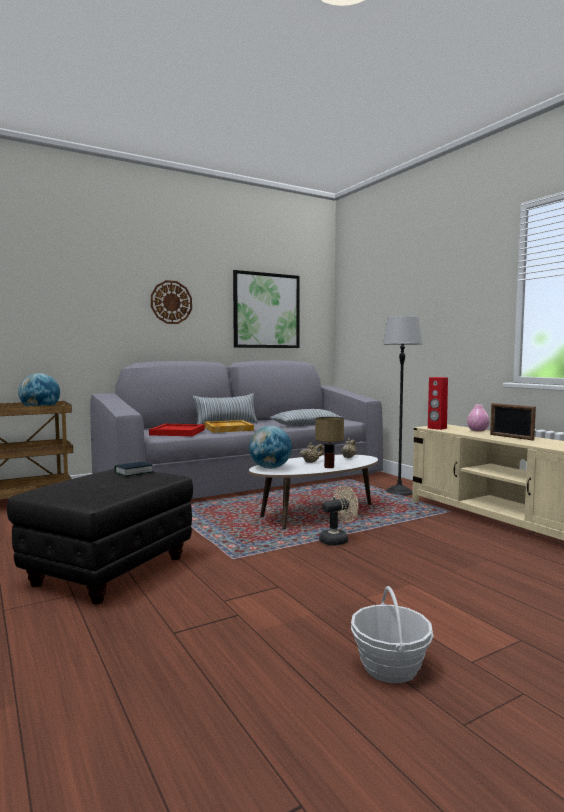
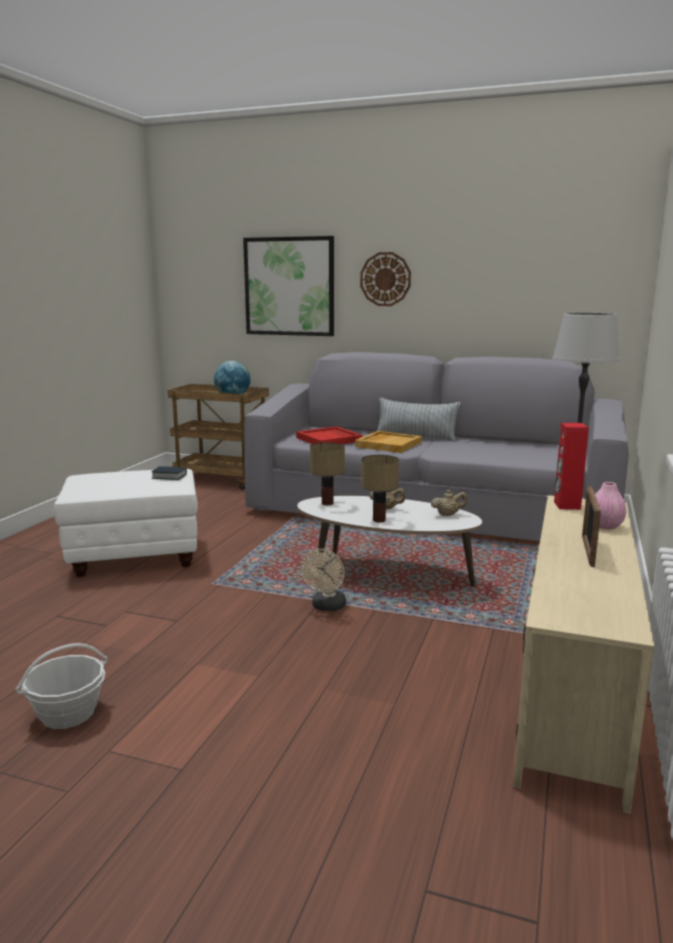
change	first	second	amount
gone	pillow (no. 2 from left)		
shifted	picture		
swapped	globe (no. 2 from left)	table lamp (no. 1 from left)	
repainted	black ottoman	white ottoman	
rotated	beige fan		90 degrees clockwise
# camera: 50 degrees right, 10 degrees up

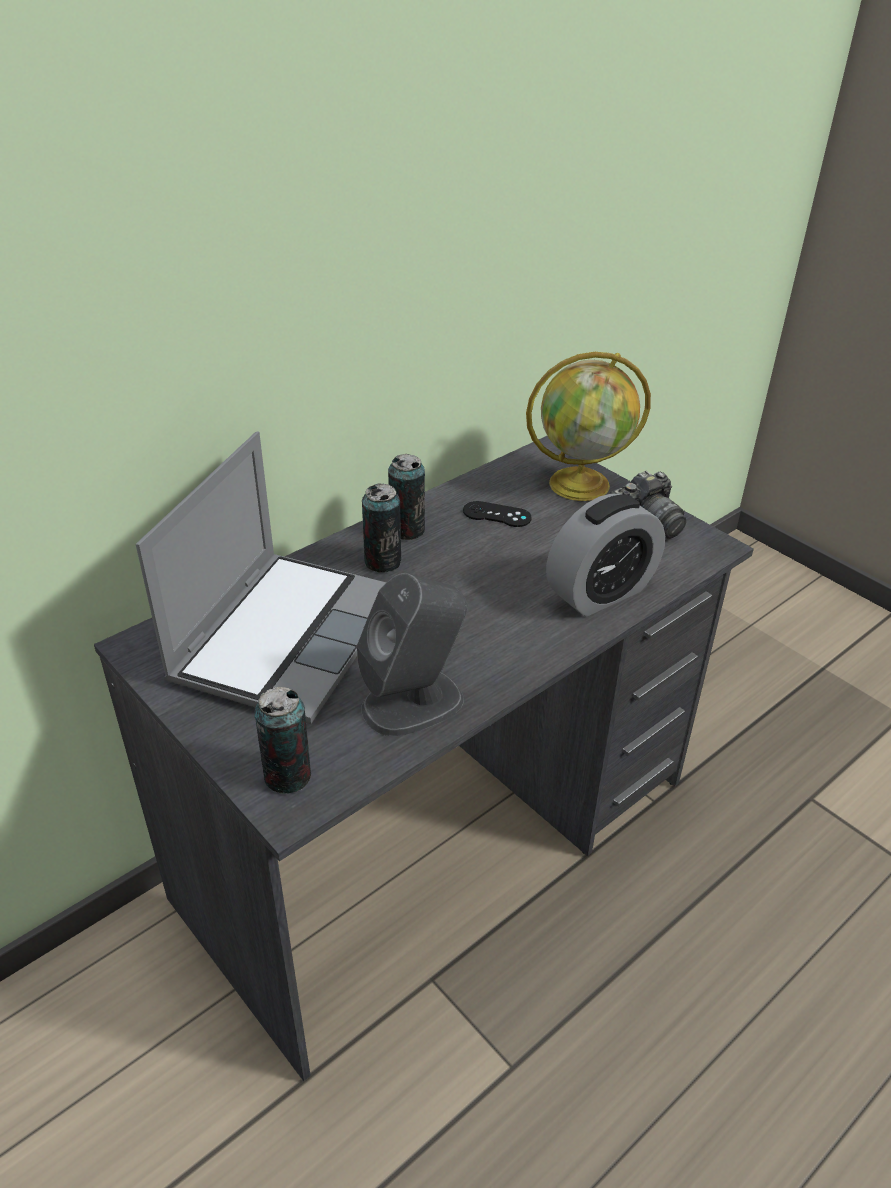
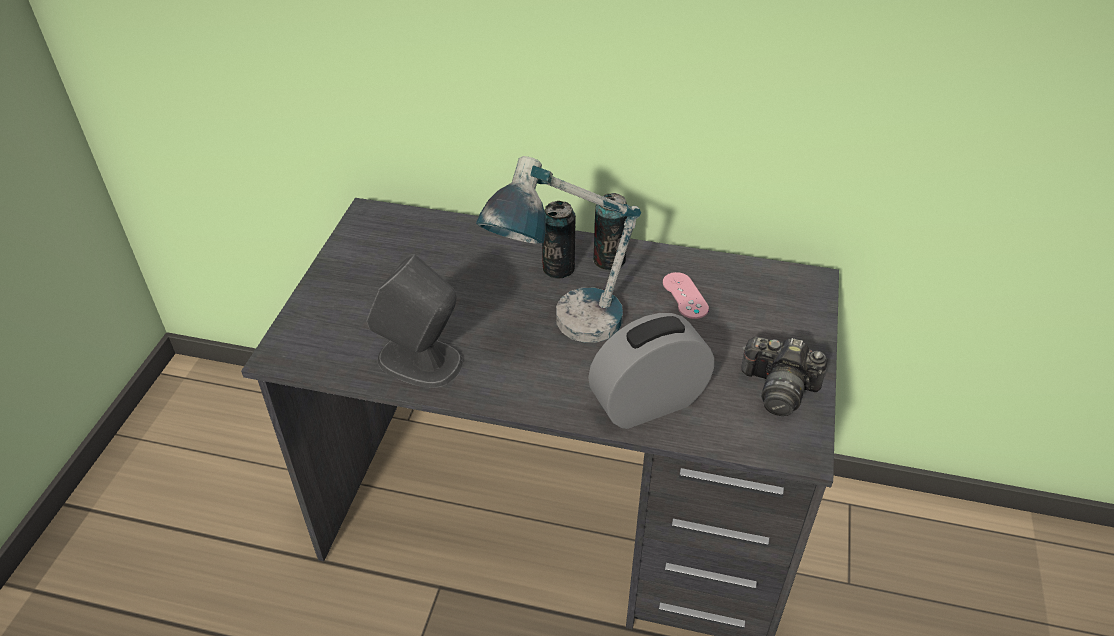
change	first	second	amount
gone	laptop		
gone	can (no. 1 from left)		
gone	globe		
new		table lamp	
repainted	black game controller	pink game controller	
rotated	alarm clock		135 degrees clockwise
# camera: 55 degrees right, 5 degrees up

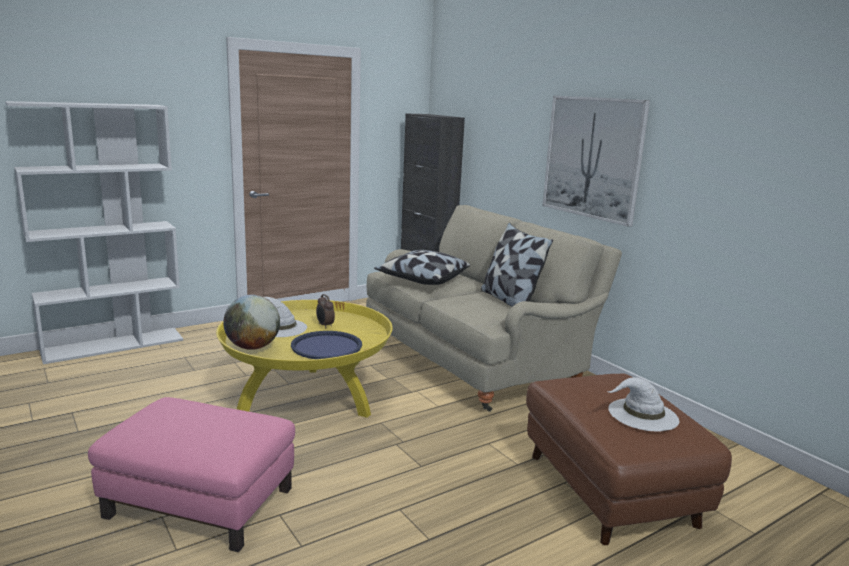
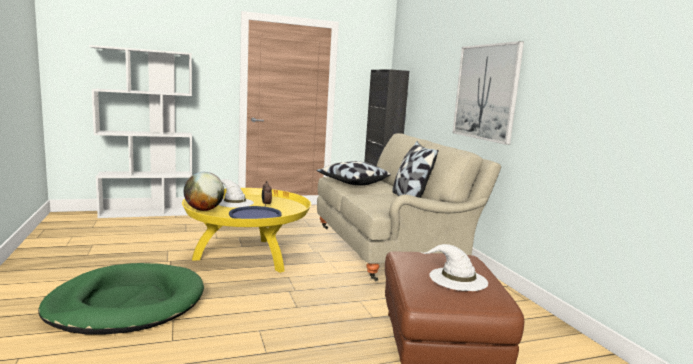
change	first	second	amount
swapped	pink ottoman	green dog bed	
# camera: 15 degrees right, 5 degrees down

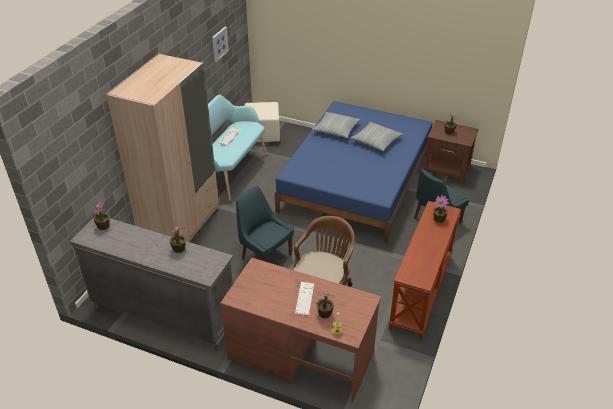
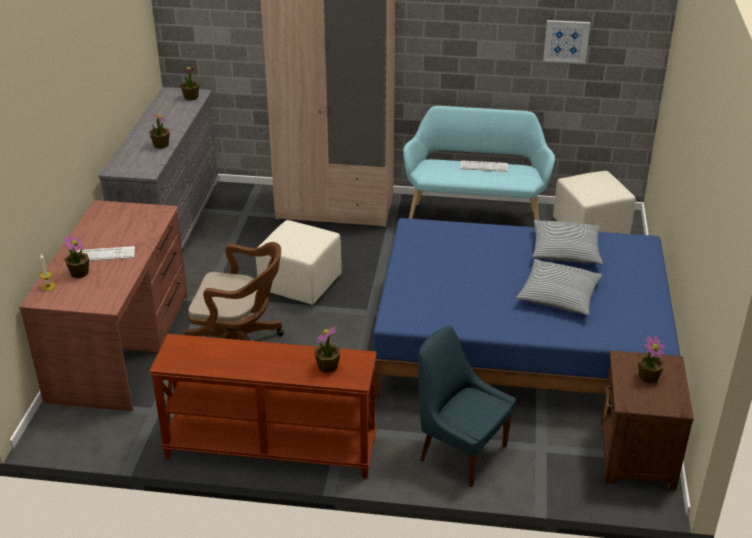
change	first	second	amount
swapped	blue chair (no. 1 from left)	beige ottoman (no. 1 from left)	
# camera: 75 degrees right, 5 degrees down

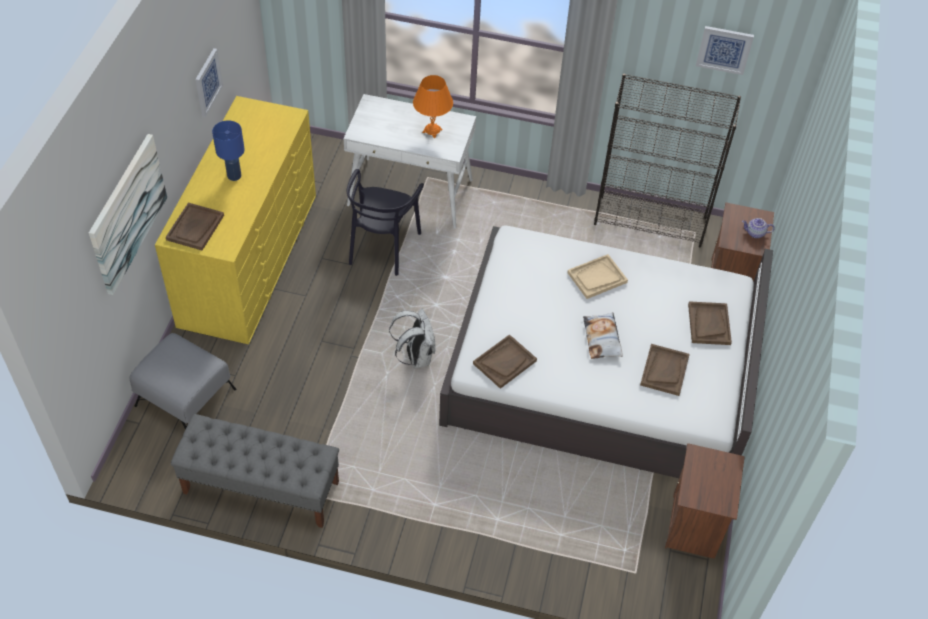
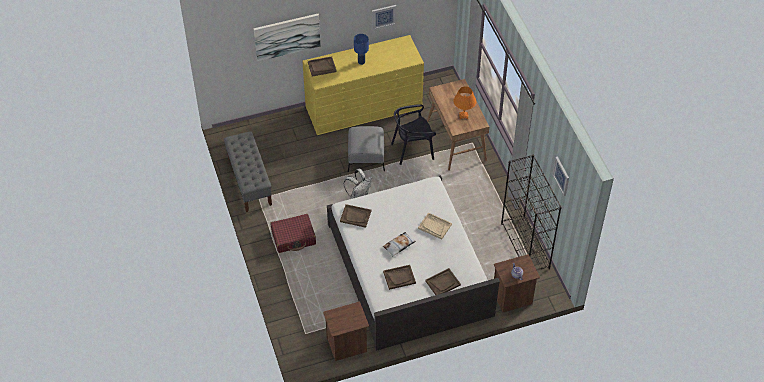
change	first	second	amount
new		red suitcase	
shifted	grey ottoman		
repainted	white desk	brown desk	
# camera: 60 degrees right, 0 degrees up

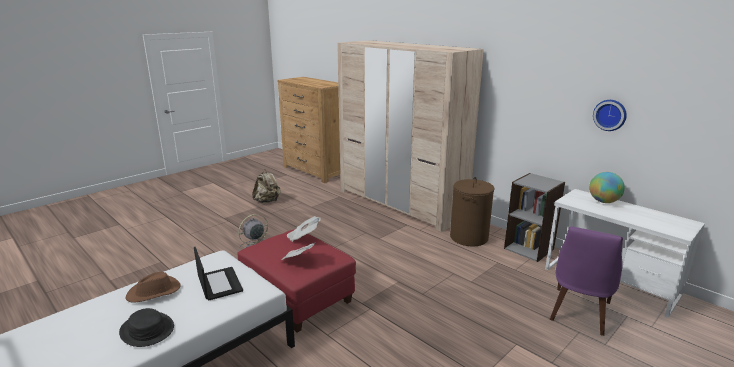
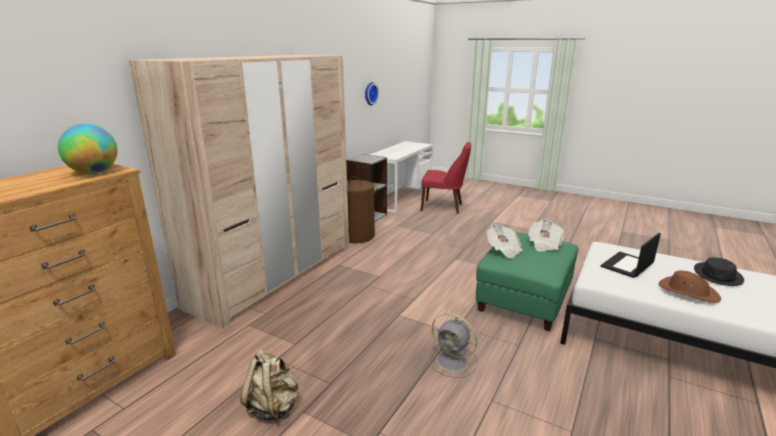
change	first	second	amount
shifted	globe		
repainted	red ottoman	green ottoman	
repainted	purple chair	red chair	
# camera: 105 degrees left, 0 degrees up

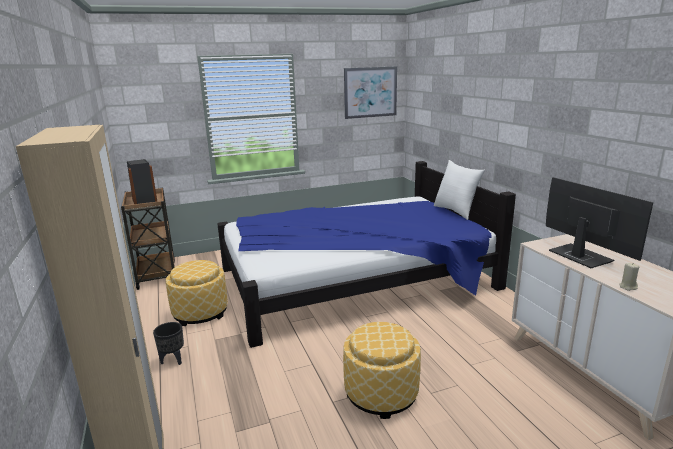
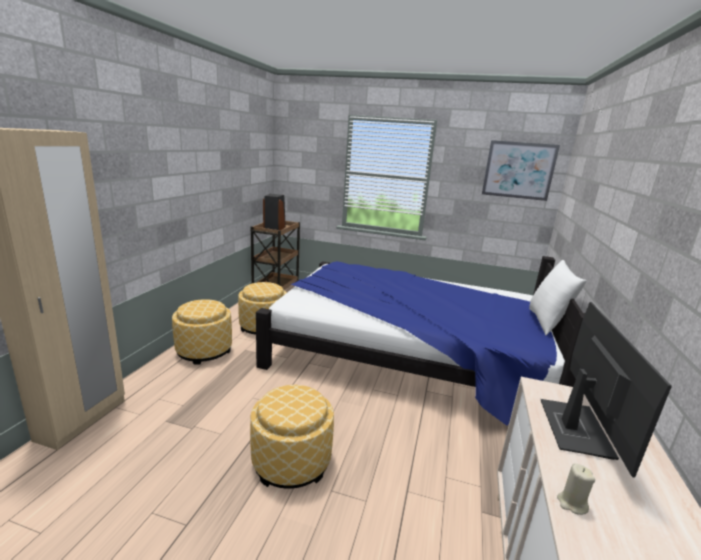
change	first	second	amount
swapped	black planter	ottoman (no. 1 from left)	
# camera: 35 degrees right, 0 degrees up

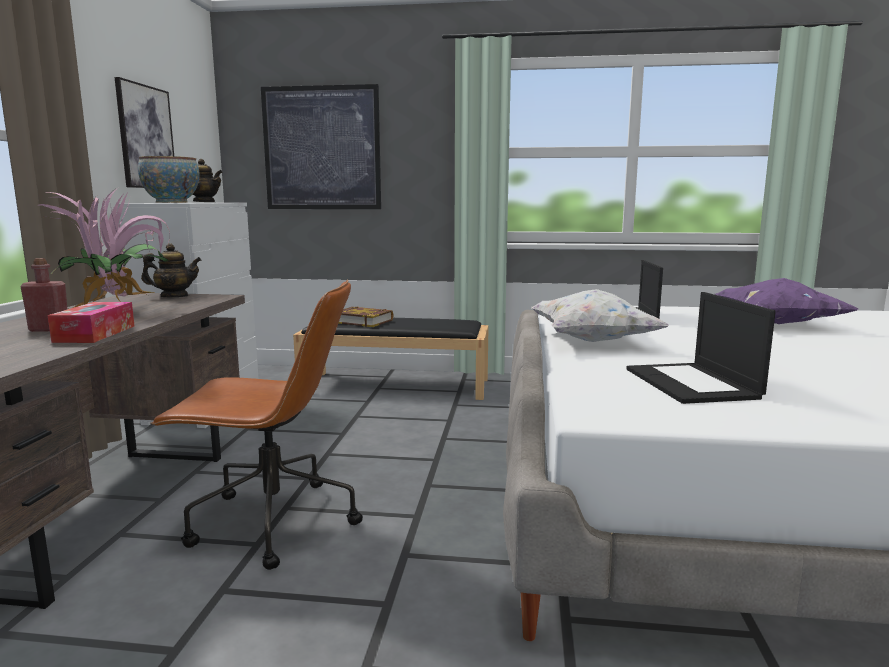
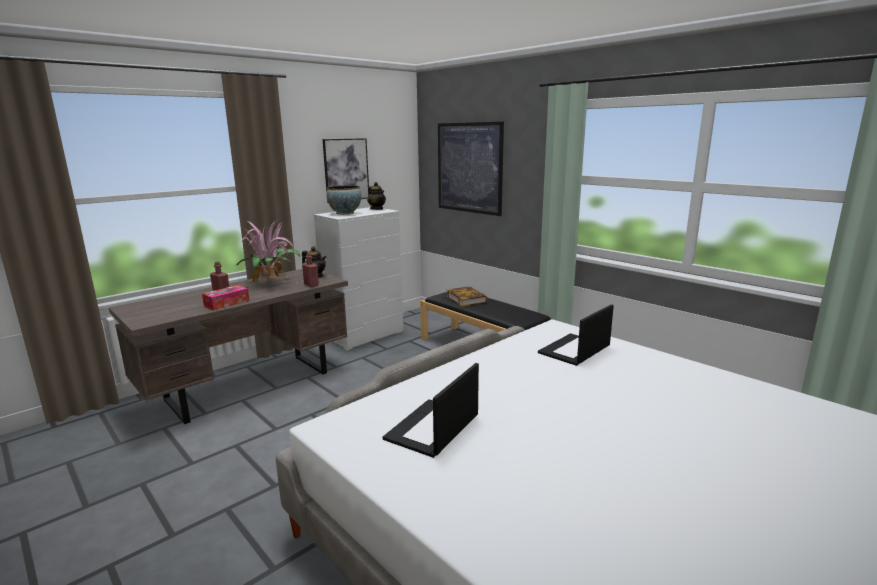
change	first	second	amount
gone	brown office chair		
gone	white pillow		
gone	purple pillow		
new		red bottle (no. 2 from left)	
# camera: 40 degrees right, 5 degrees up

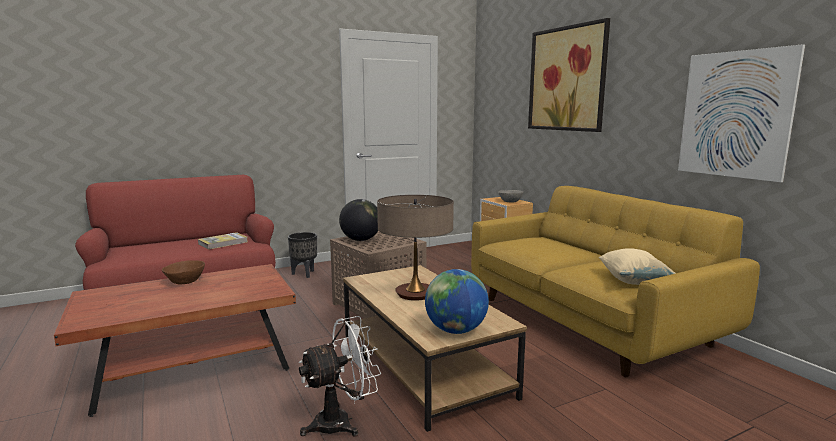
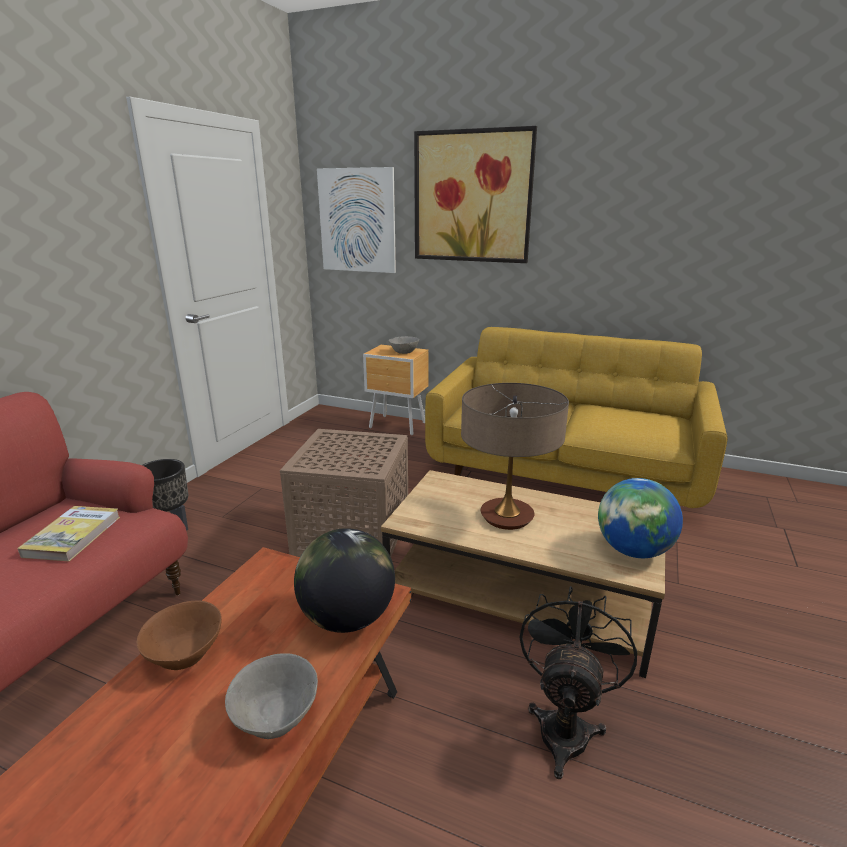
change	first	second	amount
gone	beige pillow		
new		grey bowl (no. 1 from left)	
shifted	globe (no. 1 from left)		
shifted	picture (no. 2 from left in the first image)	picture (no. 1 from left)	
repainted	white fan	black fan	
# camera: 40 degrees left, 10 degrees up

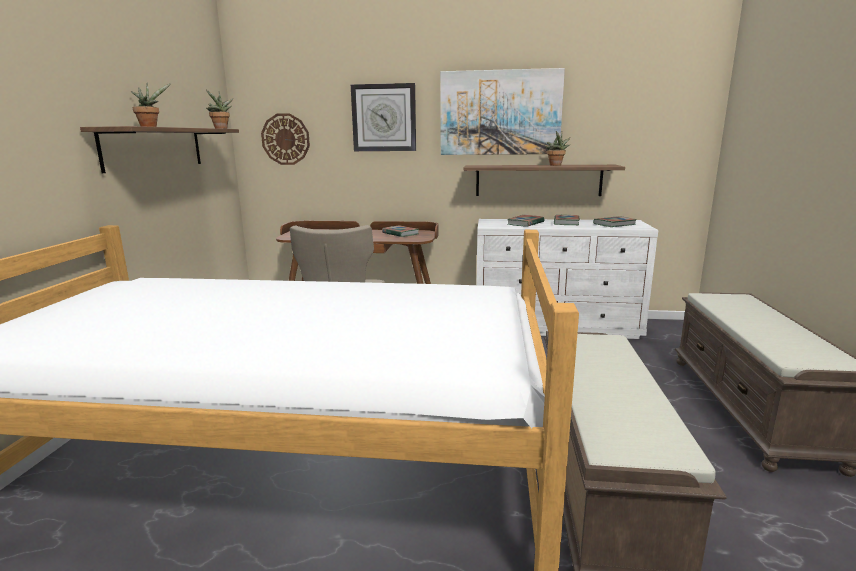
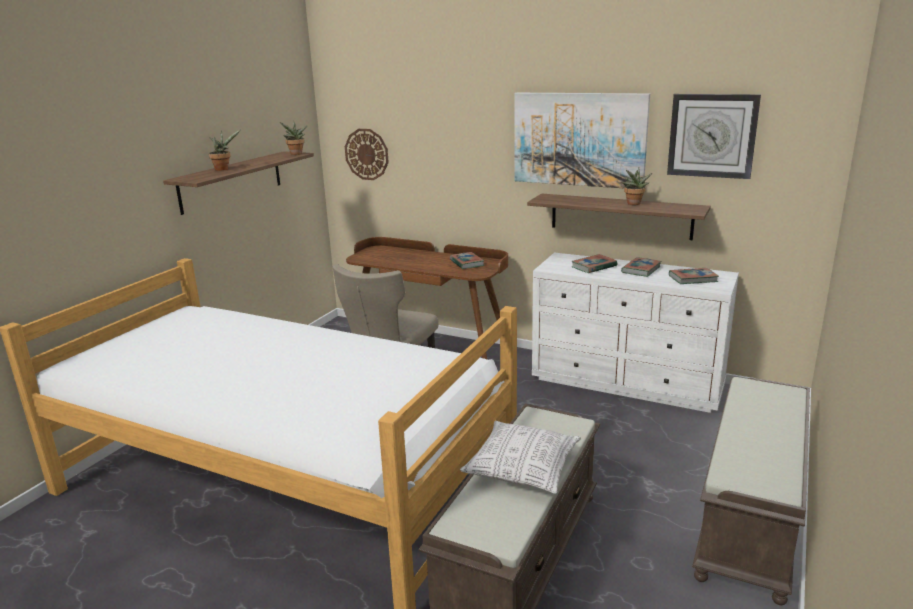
change	first	second	amount
new		pillow	
shifted	wall clock (no. 2 from left)		
# camera: 20 degrees right, 5 degrees up

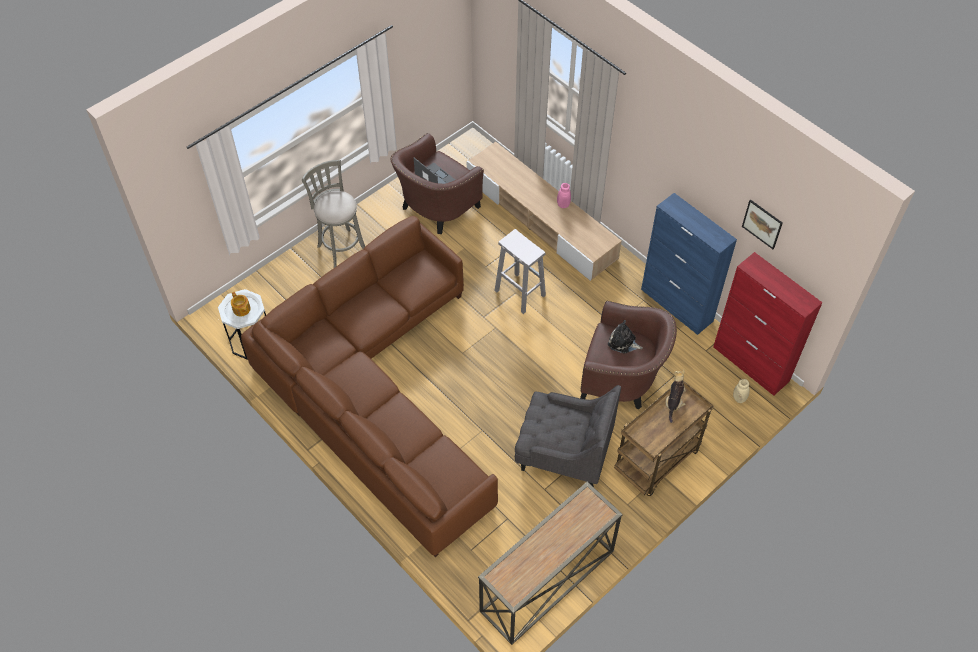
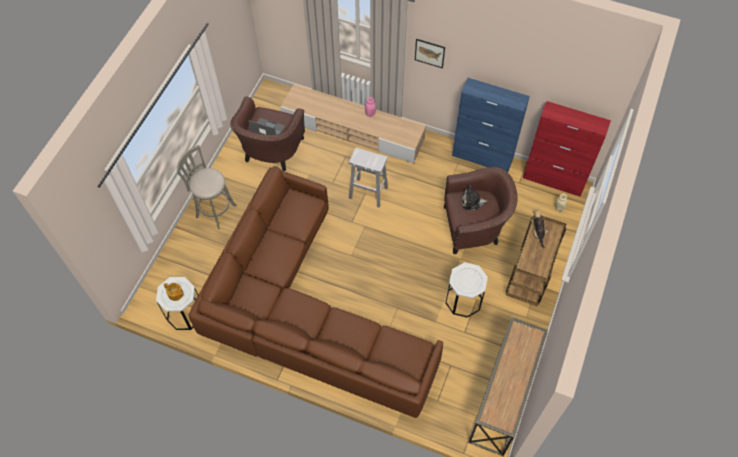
change	first	second	amount
shifted	picture		
swapped	grey armchair	white side table (no. 2 from left)	
# camera: 25 degrees left, 5 degrees up

